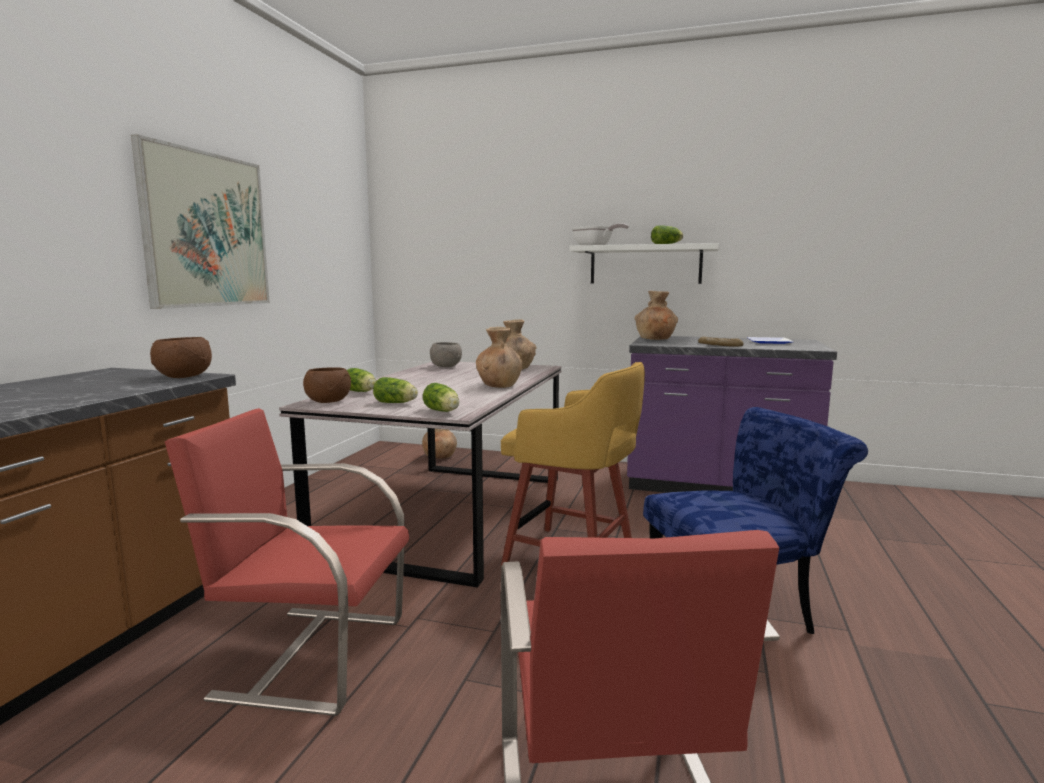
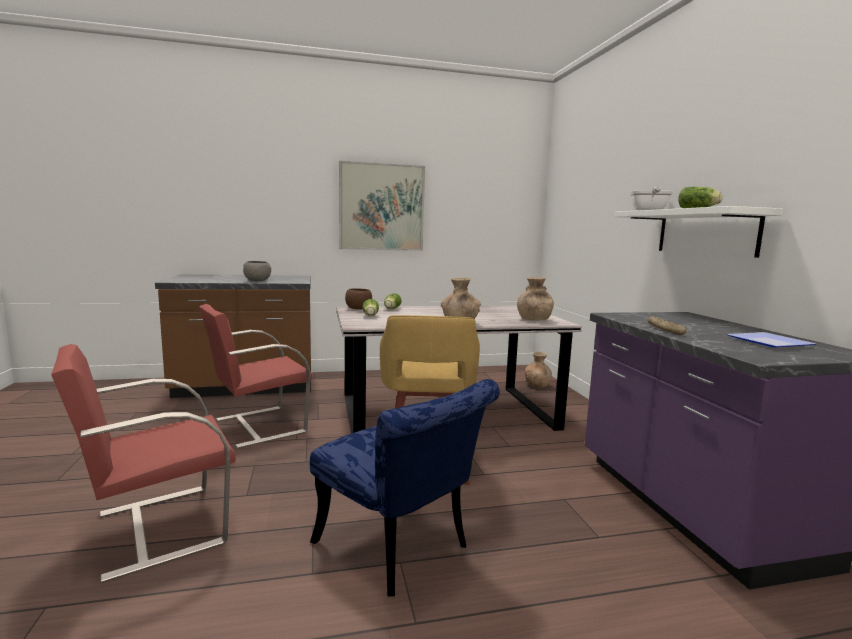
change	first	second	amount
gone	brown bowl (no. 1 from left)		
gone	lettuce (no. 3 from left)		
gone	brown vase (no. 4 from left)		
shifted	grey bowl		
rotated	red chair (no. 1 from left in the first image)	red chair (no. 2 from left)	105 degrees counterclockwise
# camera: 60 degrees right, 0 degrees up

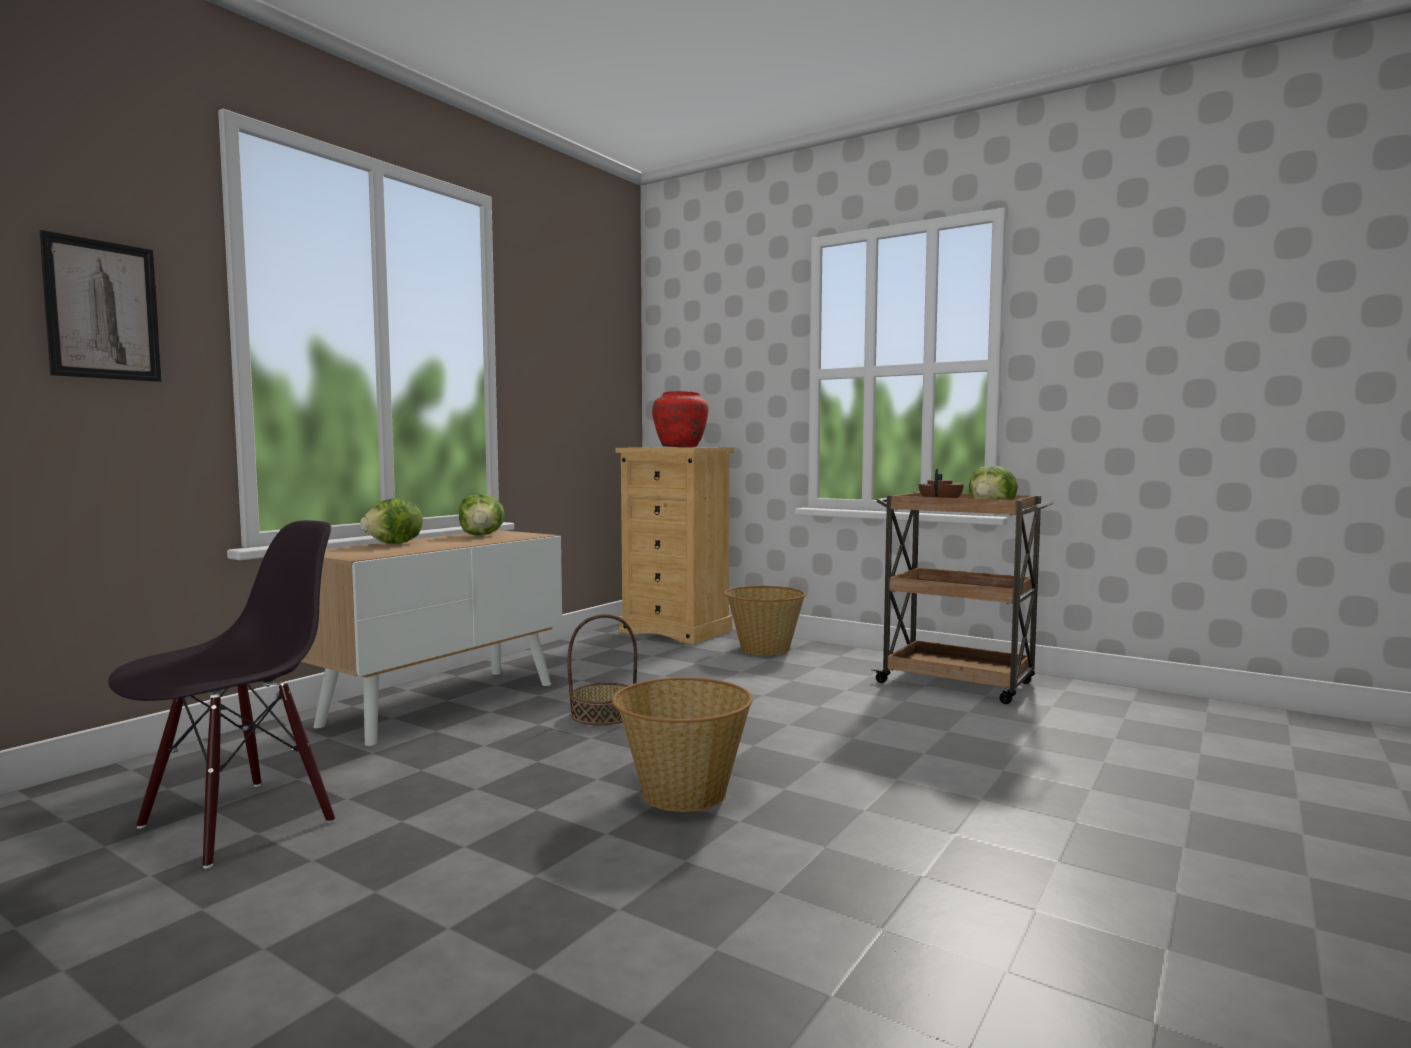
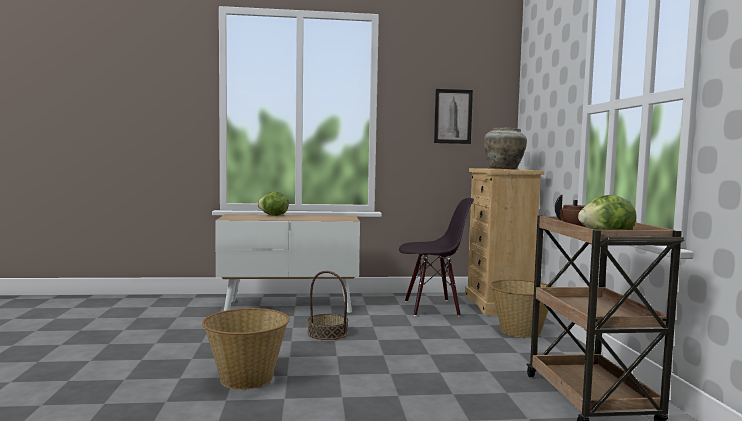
change	first	second	amount
gone	lettuce (no. 2 from left)		
shifted	picture		
shifted	black chair		
repainted	red vase	beige vase	
# camera: 50 degrees right, 0 degrees up

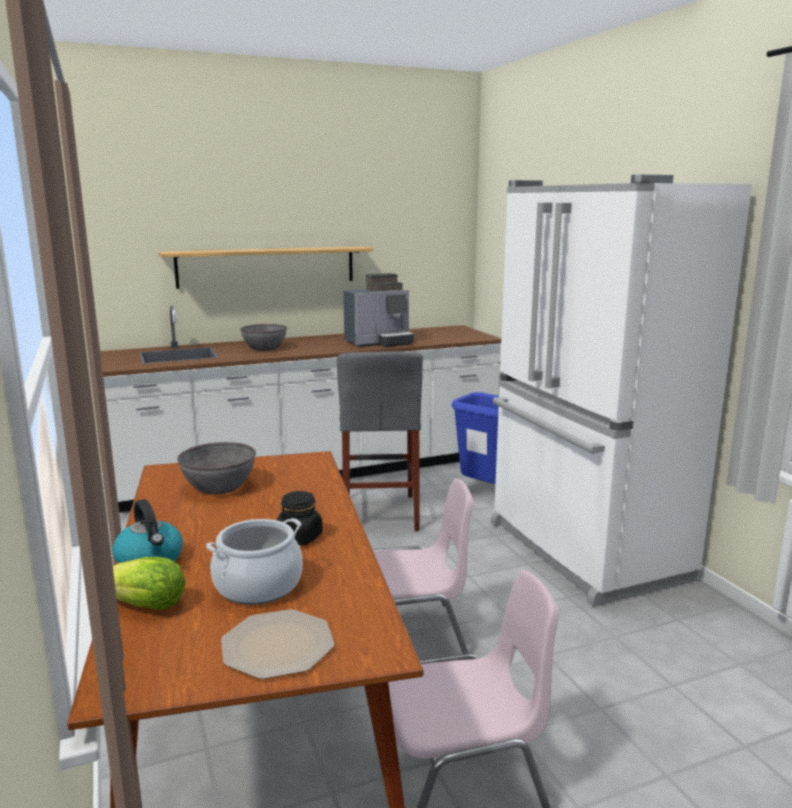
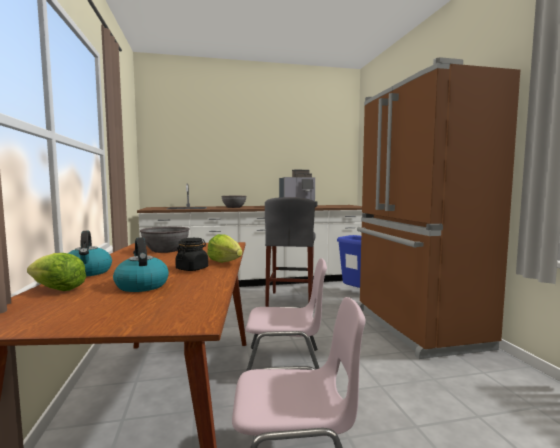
change	first	second	amount
gone	shelf		
gone	plate		
new		lettuce (no. 2 from left)	
swapped	cooking pot	kettle (no. 2 from left)	
repainted	white fridge	brown fridge	
# camera: 10 degrees right, 10 degrees down

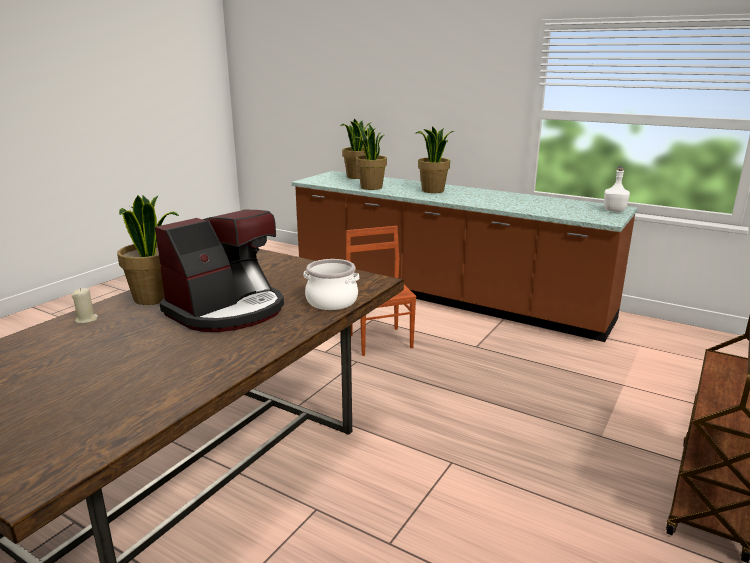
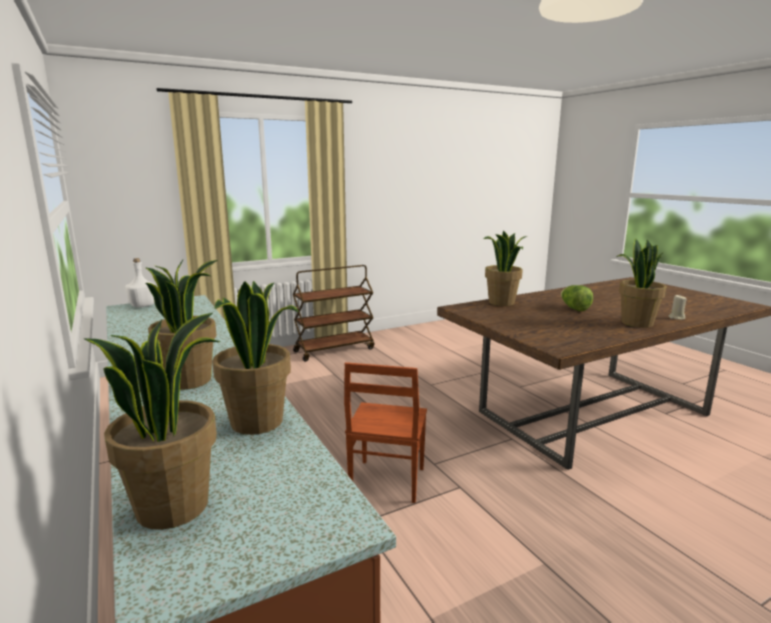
change	first	second	amount
swapped	coffee machine	lettuce	
swapped	cooking pot	potted plant (no. 4 from left)	
# camera: 150 degrees left, 5 degrees down

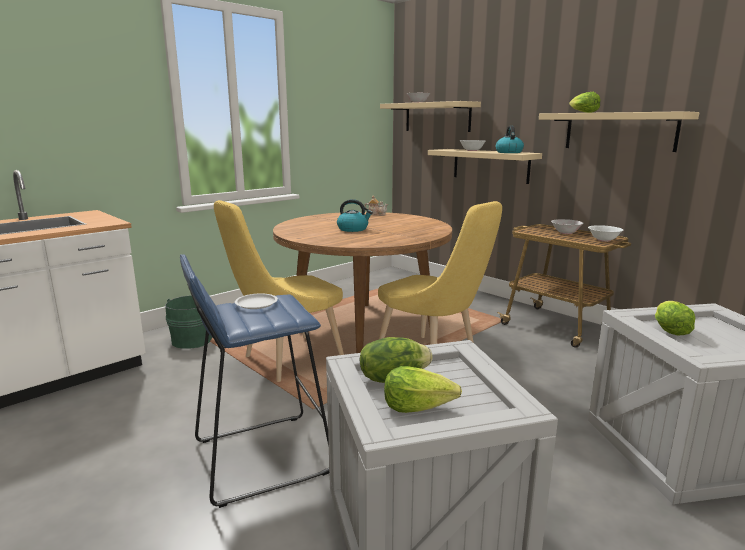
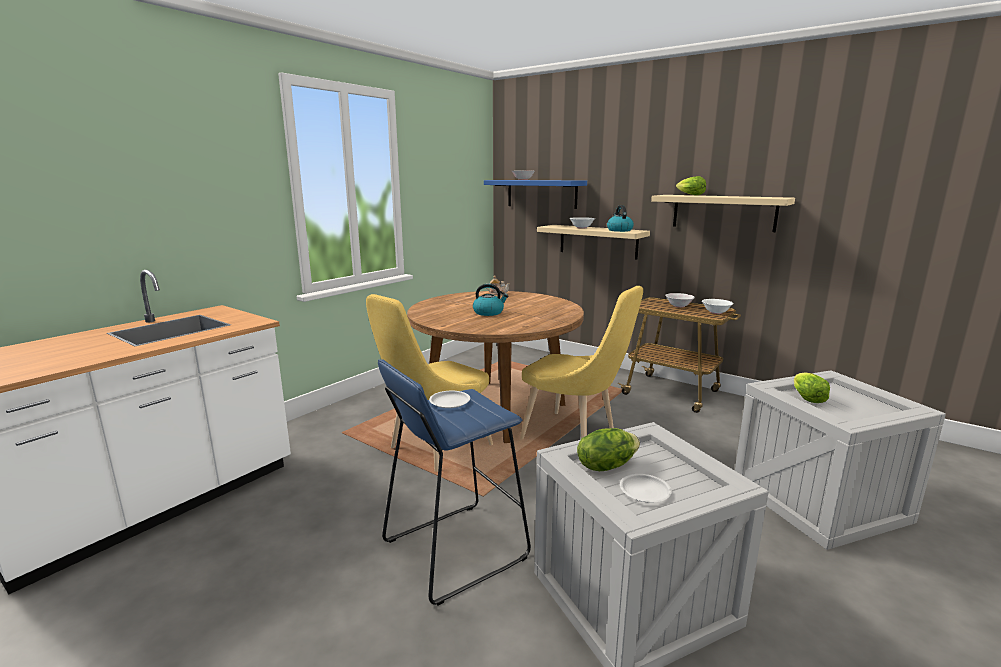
change	first	second	amount
gone	green bucket		
swapped	lettuce (no. 2 from left)	white plate (no. 2 from left)	
repainted	beige shelf (no. 1 from left)	blue shelf	
# camera: 10 degrees left, 0 degrees up

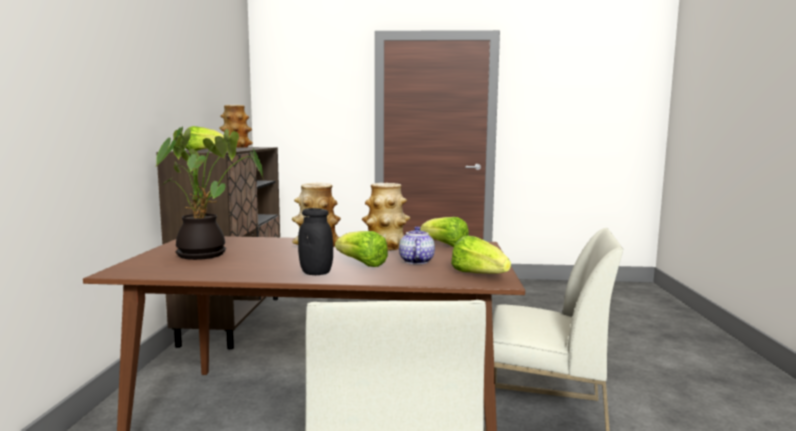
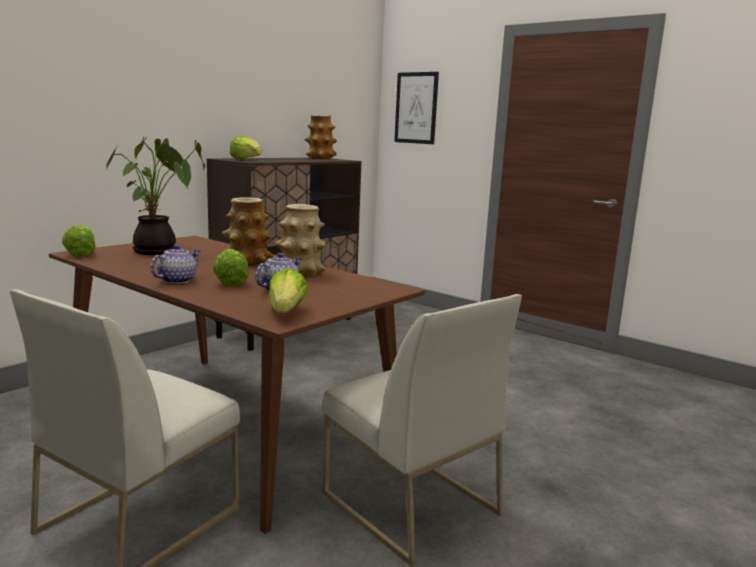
change	first	second	amount
new		picture	
shifted	lettuce (no. 3 from left in the first image)	lettuce (no. 1 from left)	
swapped	black jar	teapot (no. 1 from left)	
# camera: 35 degrees right, 5 degrees up

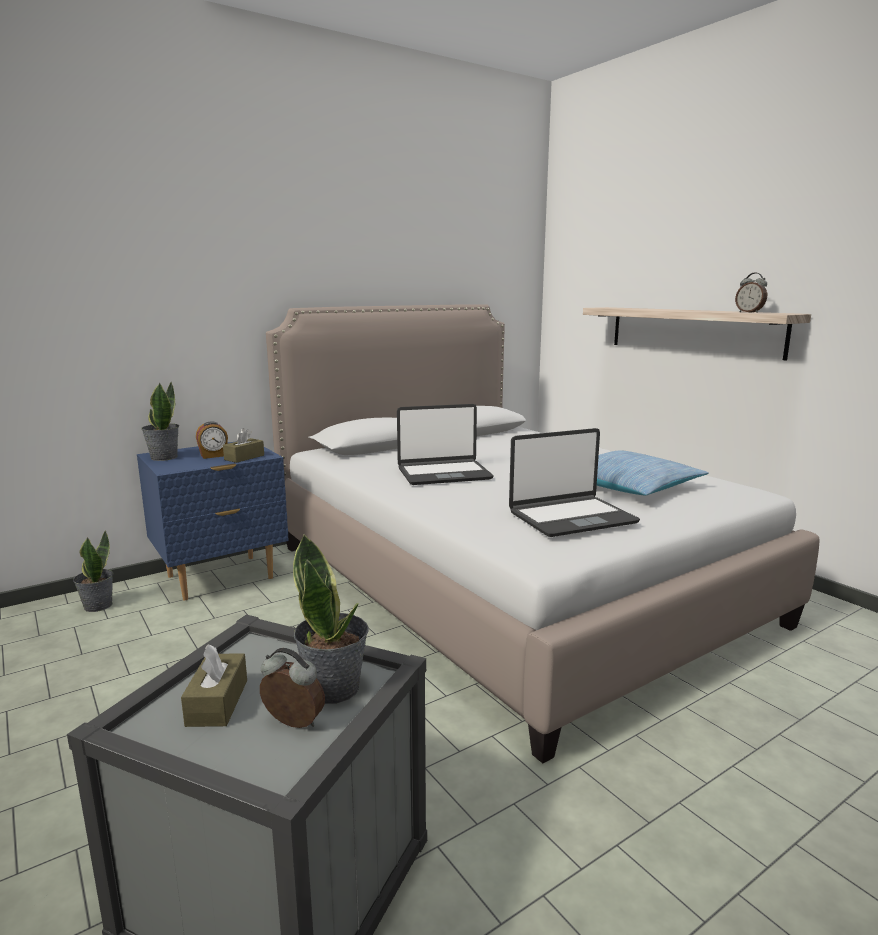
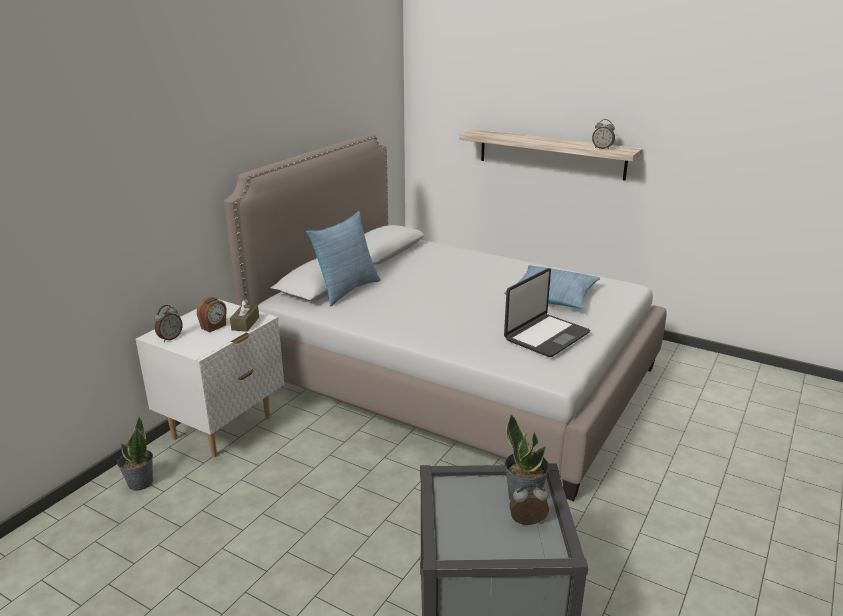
change	first	second	amount
gone	brown tissue box (no. 1 from left)		
gone	laptop (no. 1 from left)		
new		pillow (no. 1 from left)	
swapped	potted plant (no. 2 from left)	alarm clock (no. 1 from left)	
repainted	blue nightstand	white nightstand	
# camera: 25 degrees left, 10 degrees up

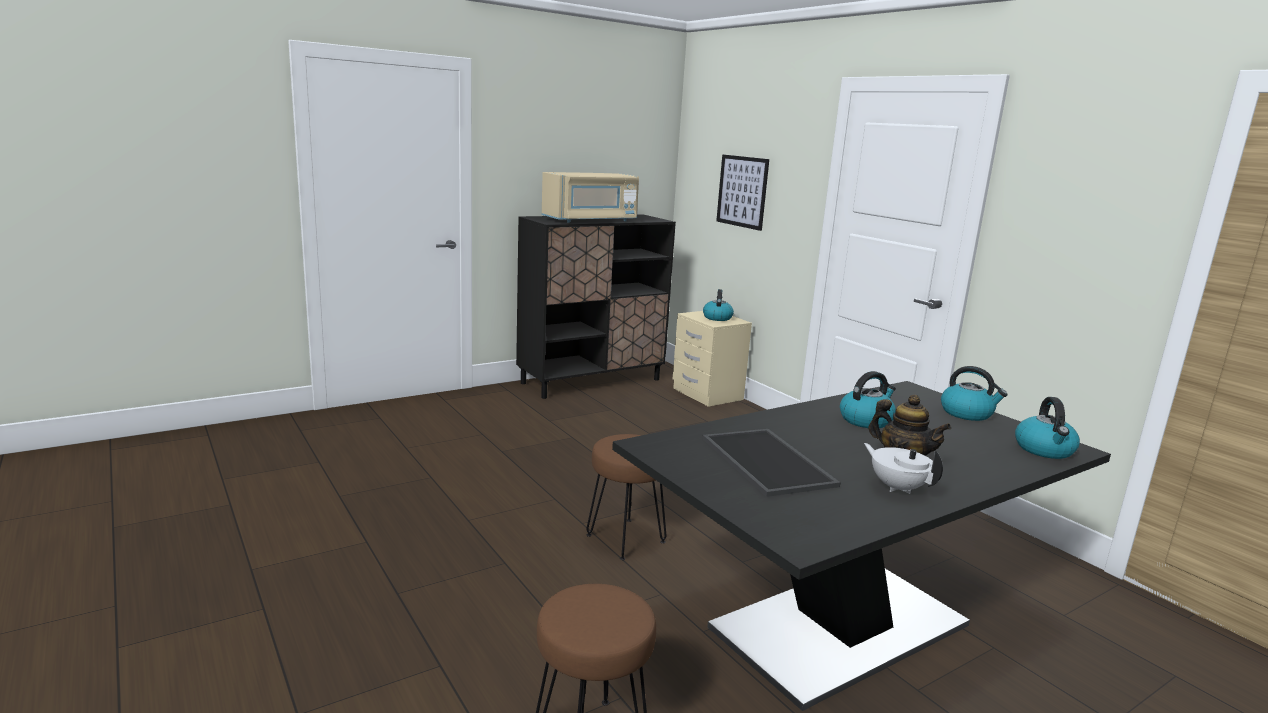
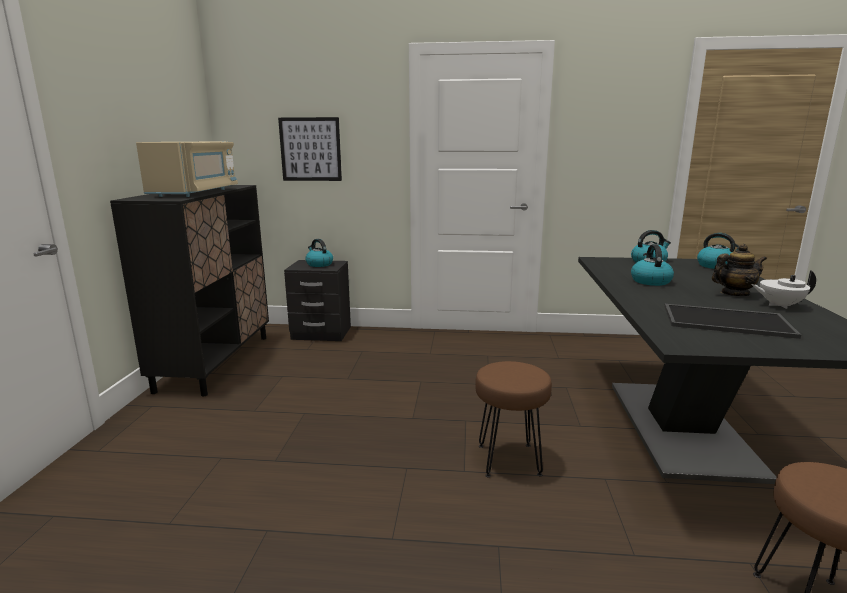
change	first	second	amount
repainted	beige nightstand	black nightstand	
# camera: 50 degrees left, 0 degrees up

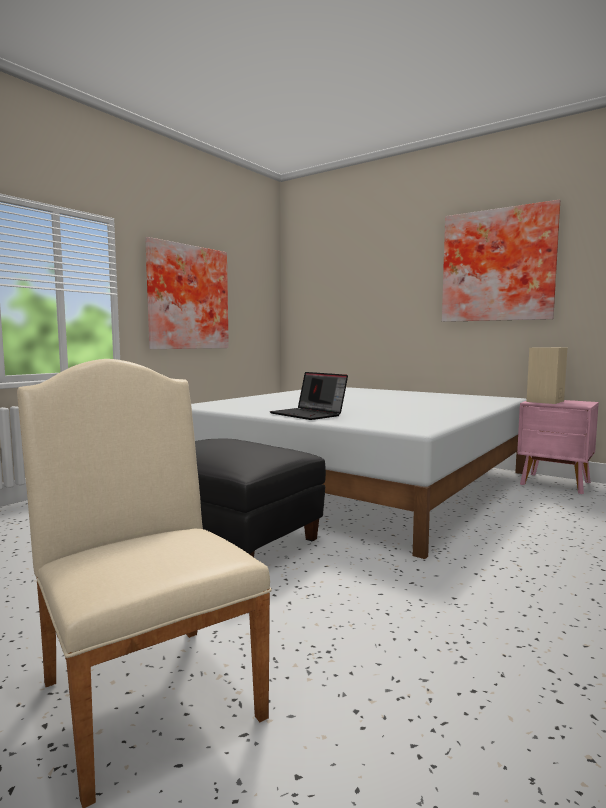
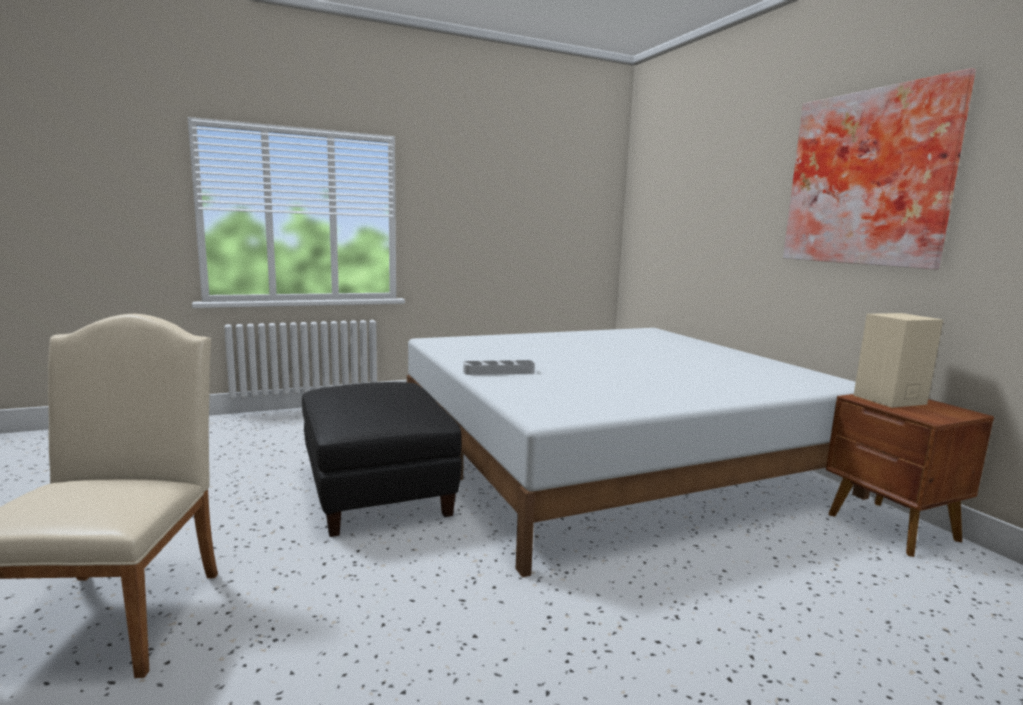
change	first	second	amount
gone	picture (no. 1 from left)		
swapped	laptop	grey tray	
repainted	pink nightstand	brown nightstand	
# camera: 30 degrees right, 5 degrees up

